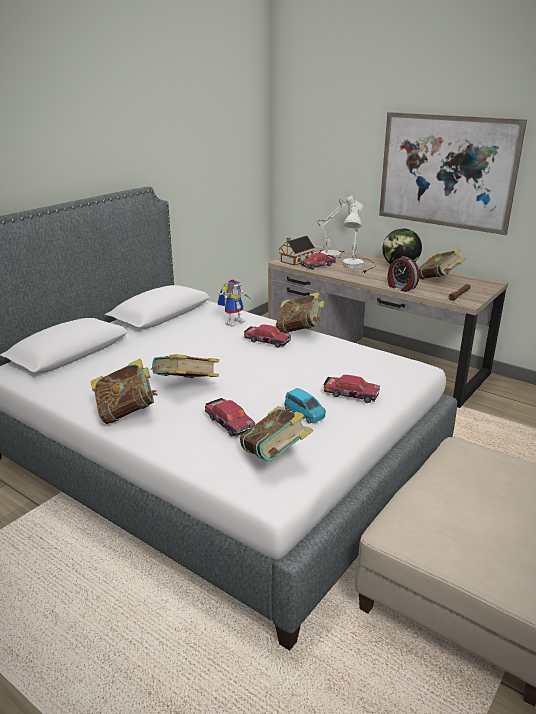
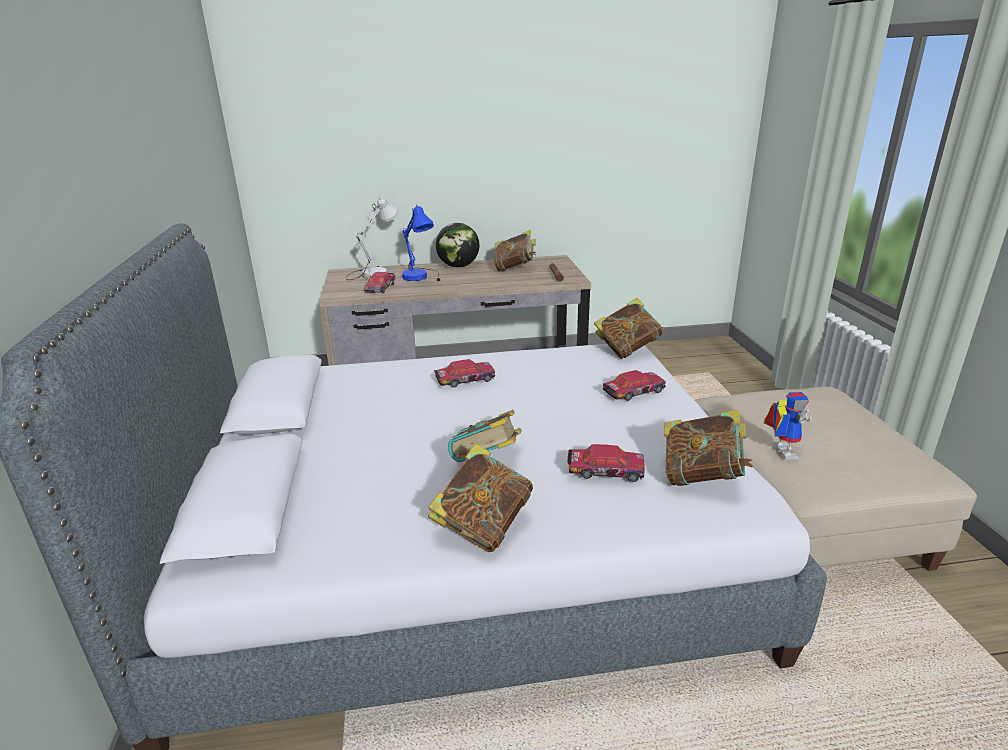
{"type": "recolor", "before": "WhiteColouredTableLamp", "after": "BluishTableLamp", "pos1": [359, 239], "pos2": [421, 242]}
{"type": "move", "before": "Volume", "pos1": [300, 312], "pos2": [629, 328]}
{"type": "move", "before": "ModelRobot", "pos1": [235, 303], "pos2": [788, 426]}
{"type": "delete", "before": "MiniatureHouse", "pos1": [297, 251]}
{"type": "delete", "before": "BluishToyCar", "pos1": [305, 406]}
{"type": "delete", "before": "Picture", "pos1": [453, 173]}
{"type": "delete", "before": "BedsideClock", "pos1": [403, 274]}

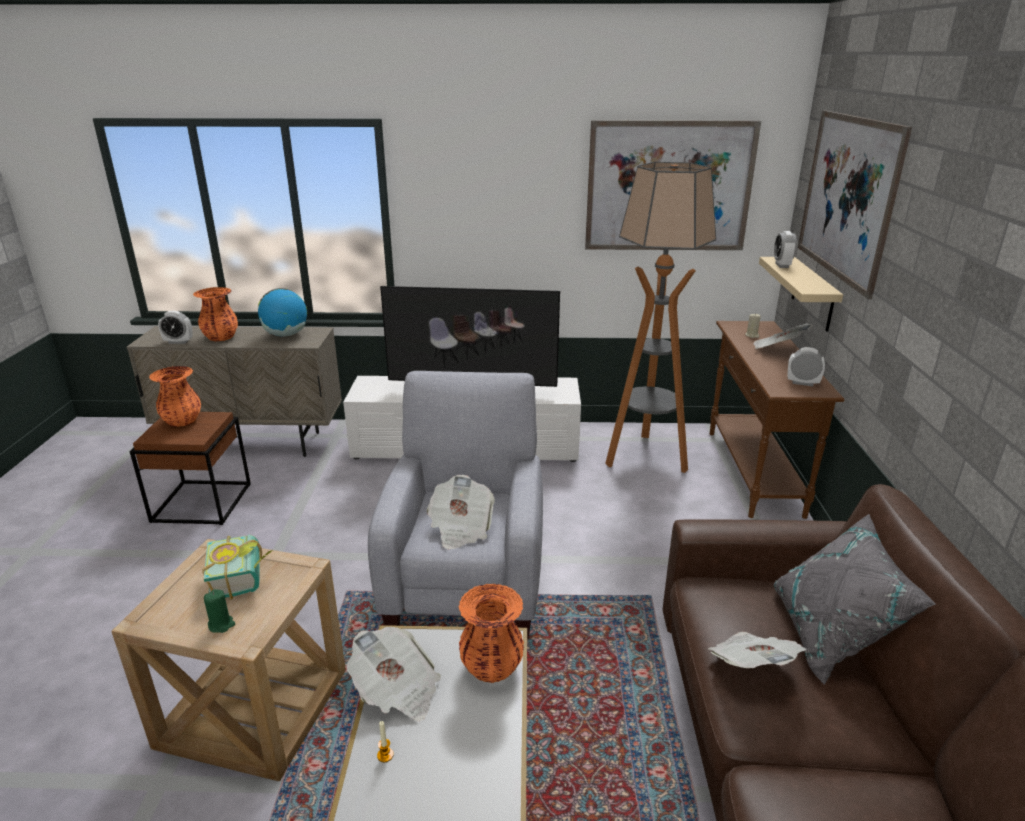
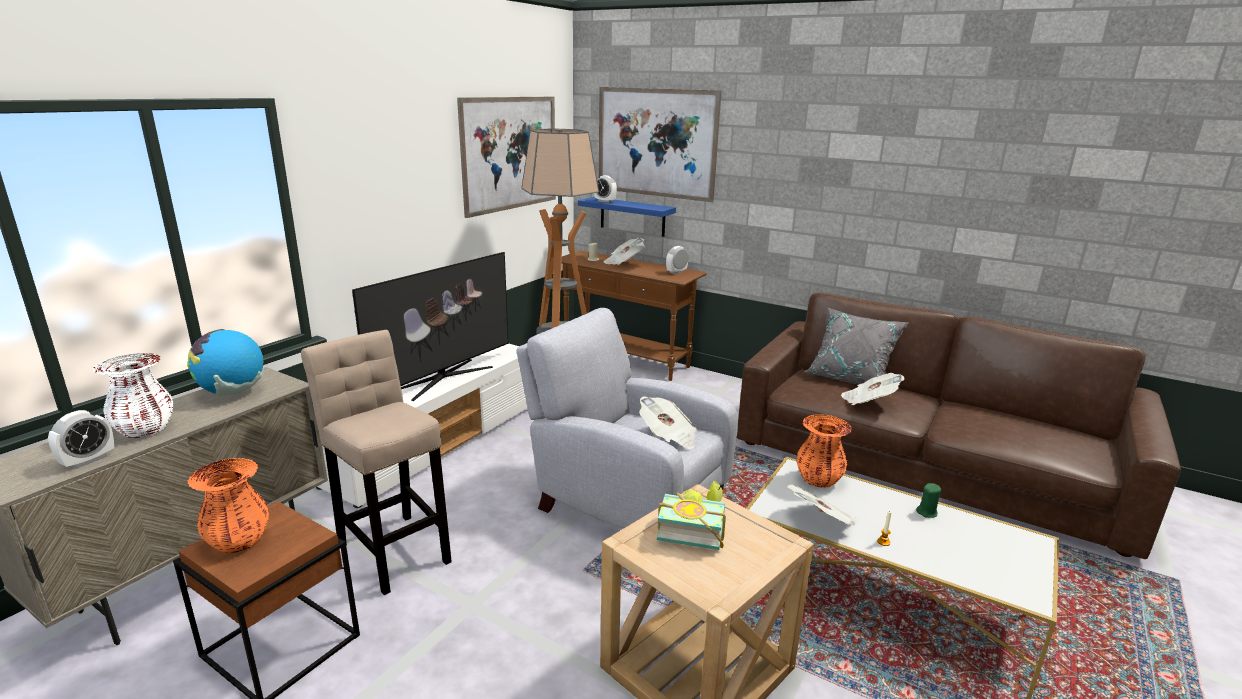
{"type": "recolor", "before": "OrangeyFlowerVase", "after": "WhiteColouredFlowerVase", "pos1": [215, 314], "pos2": [133, 395]}
{"type": "insert", "after": "BeigeStool", "pos2": [376, 462]}
{"type": "recolor", "before": "BeigeShelf", "after": "BluishShelf", "pos1": [801, 294], "pos2": [627, 217]}
{"type": "move", "before": "GreenWaxLight", "pos1": [219, 611], "pos2": [928, 500]}

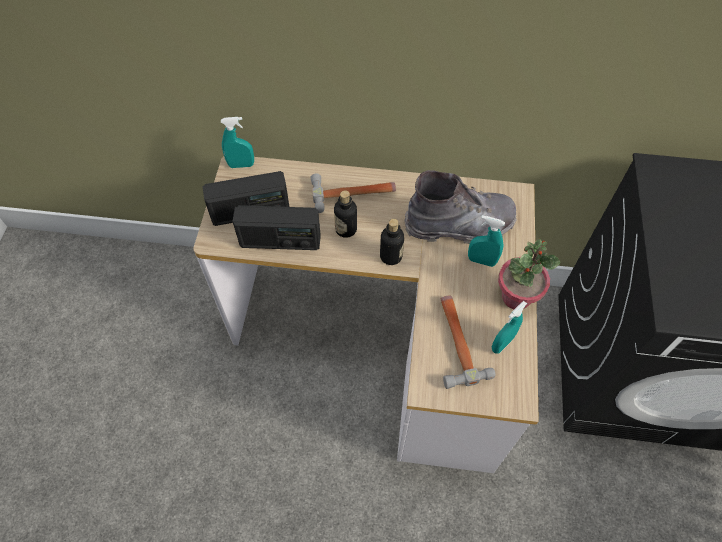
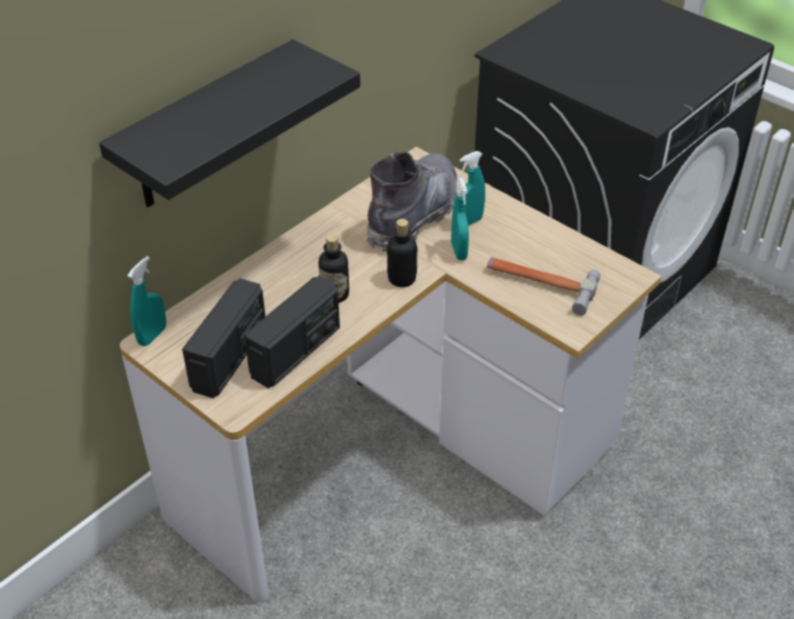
{"type": "insert", "after": "BlackColouredShelf", "pos2": [229, 123]}
{"type": "move", "before": "TurquoiseHandSprayer", "pos1": [509, 327], "pos2": [460, 219]}
{"type": "delete", "before": "Hammer", "pos1": [353, 193]}
{"type": "delete", "before": "PlantInAPot", "pos1": [529, 273]}

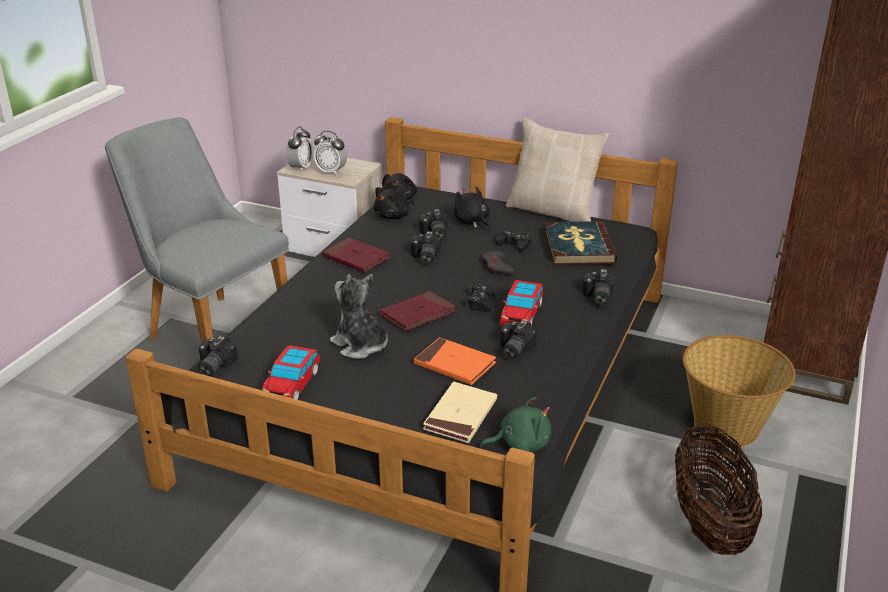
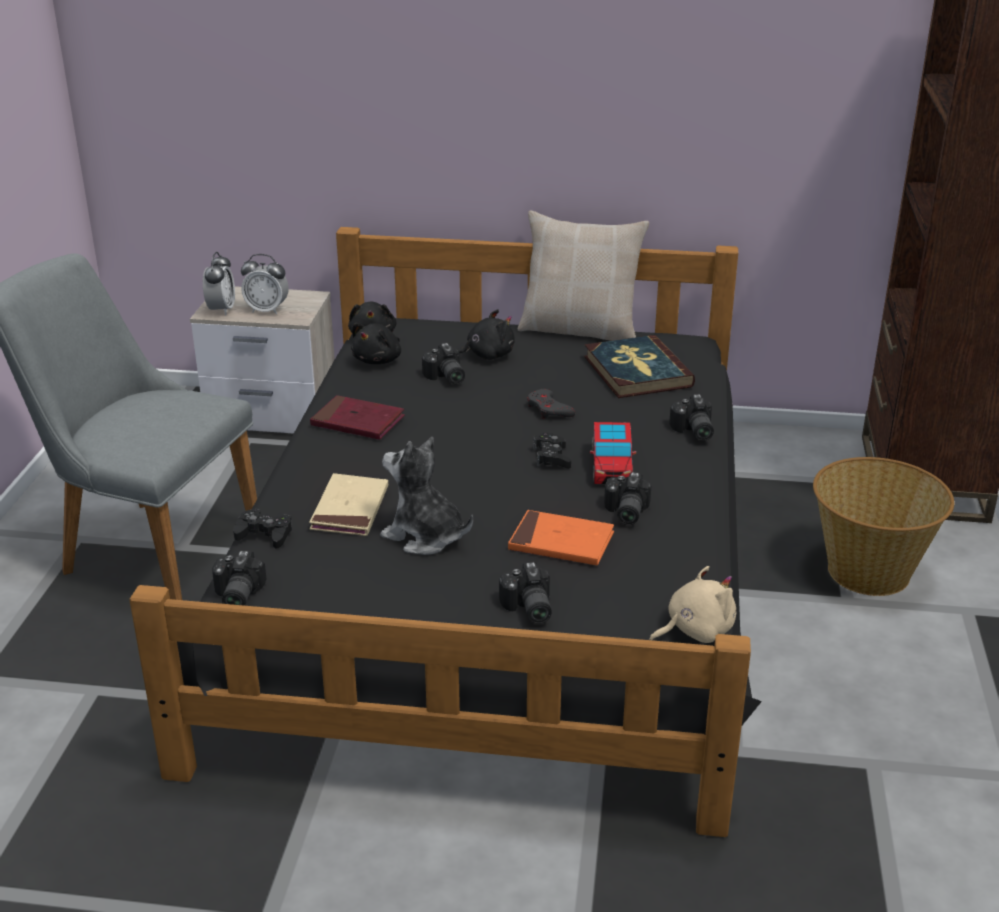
{"type": "move", "before": "BlackColouredGameController", "pos1": [514, 241], "pos2": [262, 528]}
{"type": "move", "before": "BeigeVolume", "pos1": [460, 412], "pos2": [348, 504]}
{"type": "rotate", "before": "BlackColouredPlushToy", "pos1": [472, 208], "pos2": [486, 334], "turn": 120}
{"type": "move", "before": "PhotoCamera", "pos1": [426, 247], "pos2": [525, 593]}
{"type": "recolor", "before": "GreenPlushToy", "after": "BeigePlushToy", "pos1": [515, 424], "pos2": [692, 604]}
{"type": "delete", "before": "ToyCar", "pos1": [291, 372]}
{"type": "delete", "before": "RedColouredVolume", "pos1": [418, 311]}
{"type": "delete", "before": "HouseholdBasket", "pos1": [718, 489]}

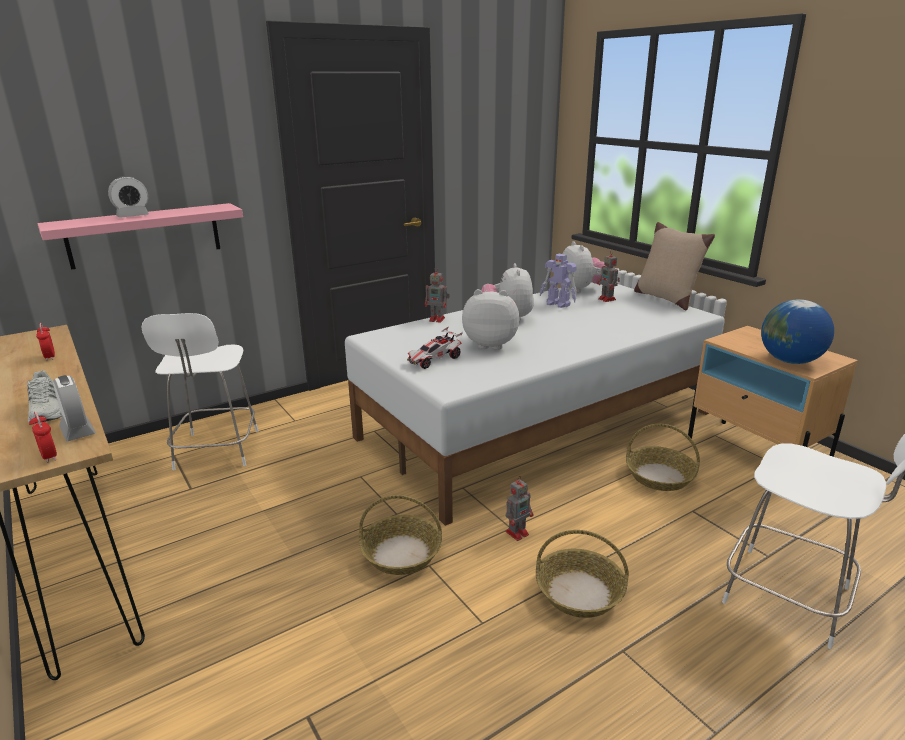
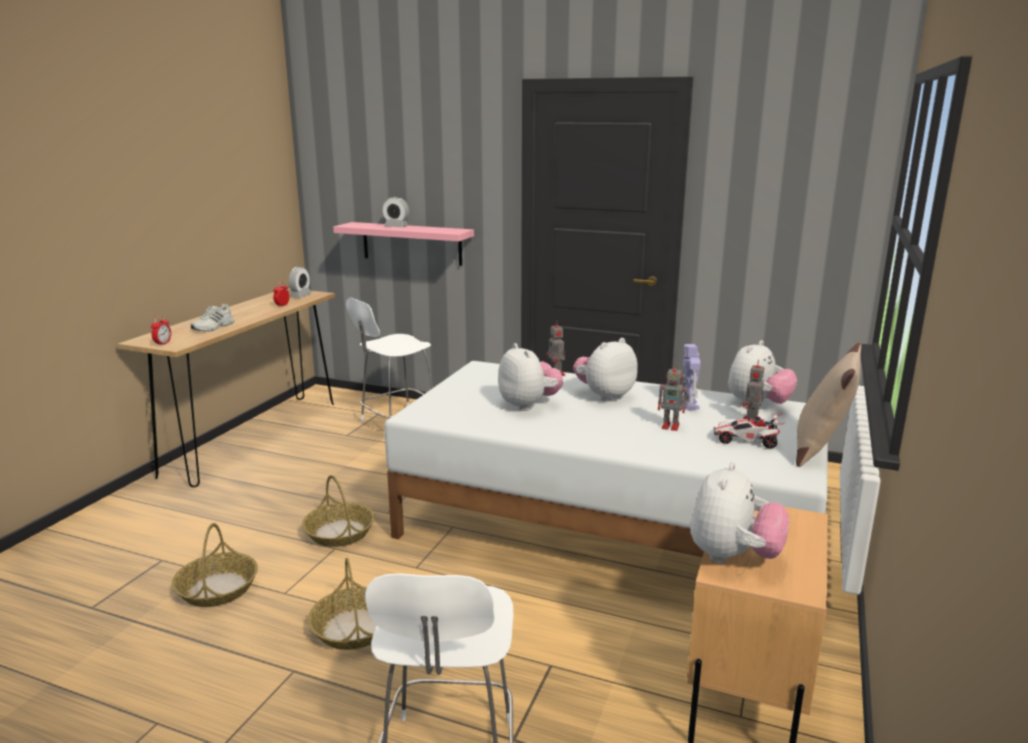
{"type": "move", "before": "HouseholdBasket", "pos1": [663, 457], "pos2": [215, 565]}
{"type": "move", "before": "BedsideClock", "pos1": [74, 408], "pos2": [300, 282]}
{"type": "move", "before": "ModelRobot", "pos1": [519, 508], "pos2": [673, 397]}
{"type": "replace", "before": "DeskGlobe", "after": "PlushToy", "pos1": [797, 331], "pos2": [739, 512]}
{"type": "move", "before": "ToyCar", "pos1": [435, 348], "pos2": [749, 430]}

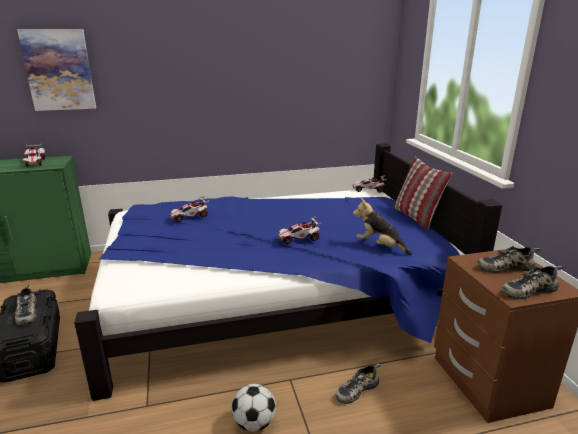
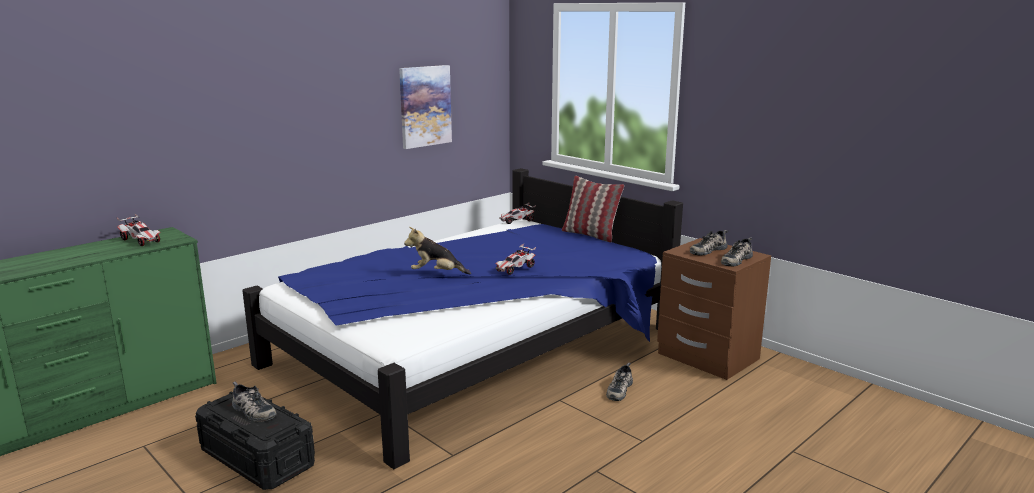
{"type": "move", "before": "Picture", "pos1": [56, 70], "pos2": [425, 107]}
{"type": "move", "before": "PlushToy", "pos1": [383, 226], "pos2": [437, 250]}
{"type": "delete", "before": "ToyCar", "pos1": [189, 209]}
{"type": "delete", "before": "FootballBall", "pos1": [254, 408]}

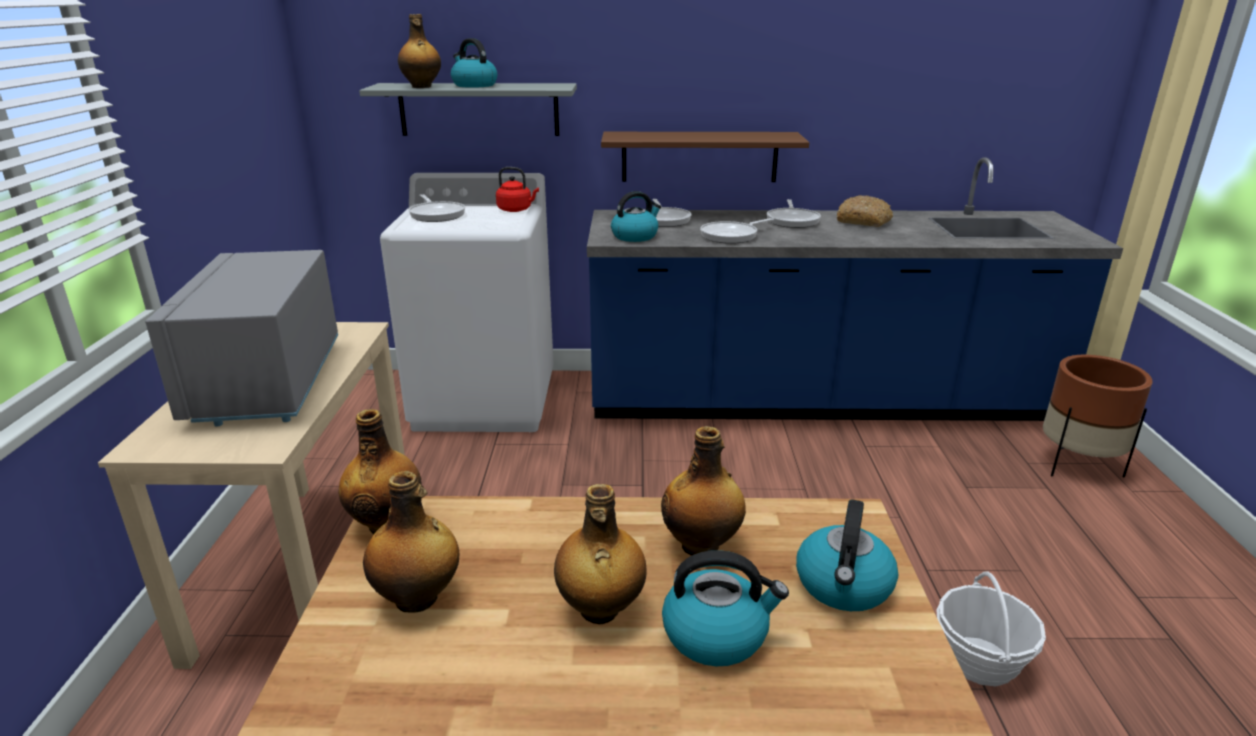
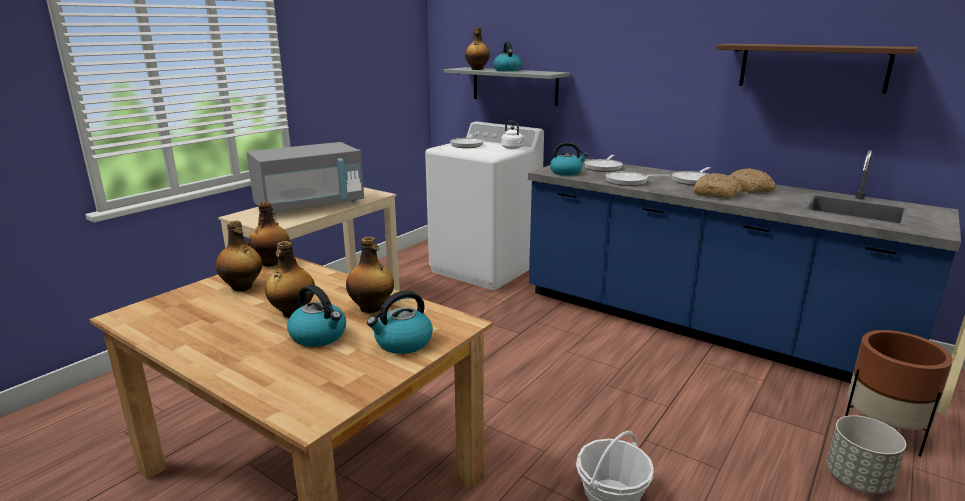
{"type": "rotate", "before": "GreyMicrowaveOven", "pos1": [241, 338], "pos2": [305, 178], "turn": -150}
{"type": "recolor", "before": "RedColouredKettle", "after": "WhiteColouredKettle", "pos1": [517, 189], "pos2": [513, 134]}
{"type": "insert", "after": "BakeryBread", "pos2": [717, 186]}
{"type": "move", "before": "BrownShelf", "pos1": [705, 157], "pos2": [817, 69]}
{"type": "insert", "after": "GreyFlowerPot", "pos2": [866, 454]}

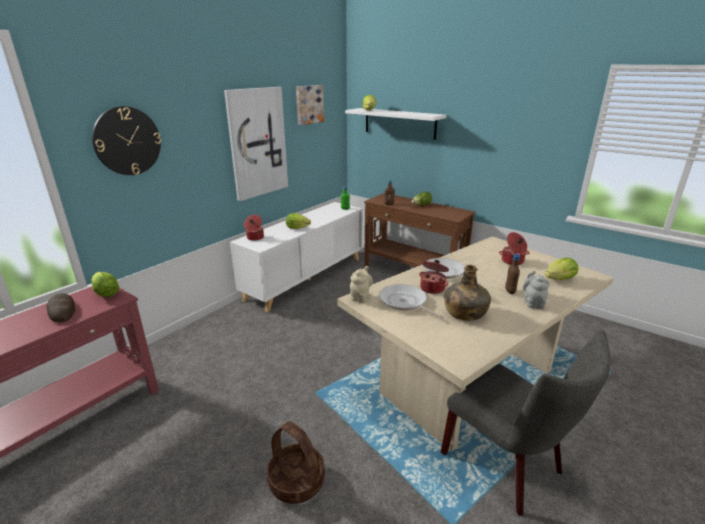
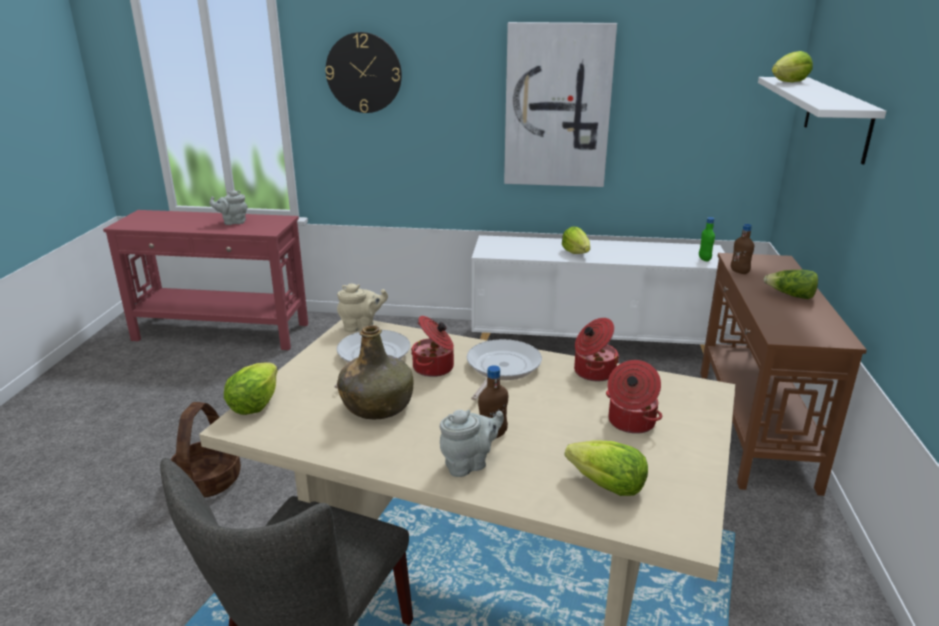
{"type": "replace", "before": "BakeryBread", "after": "GreyPotForTea", "pos1": [60, 307], "pos2": [229, 207]}
{"type": "move", "before": "LettuceHead", "pos1": [106, 284], "pos2": [251, 388]}
{"type": "move", "before": "Stockpot", "pos1": [254, 228], "pos2": [596, 349]}
{"type": "delete", "before": "Picture", "pos1": [310, 105]}

